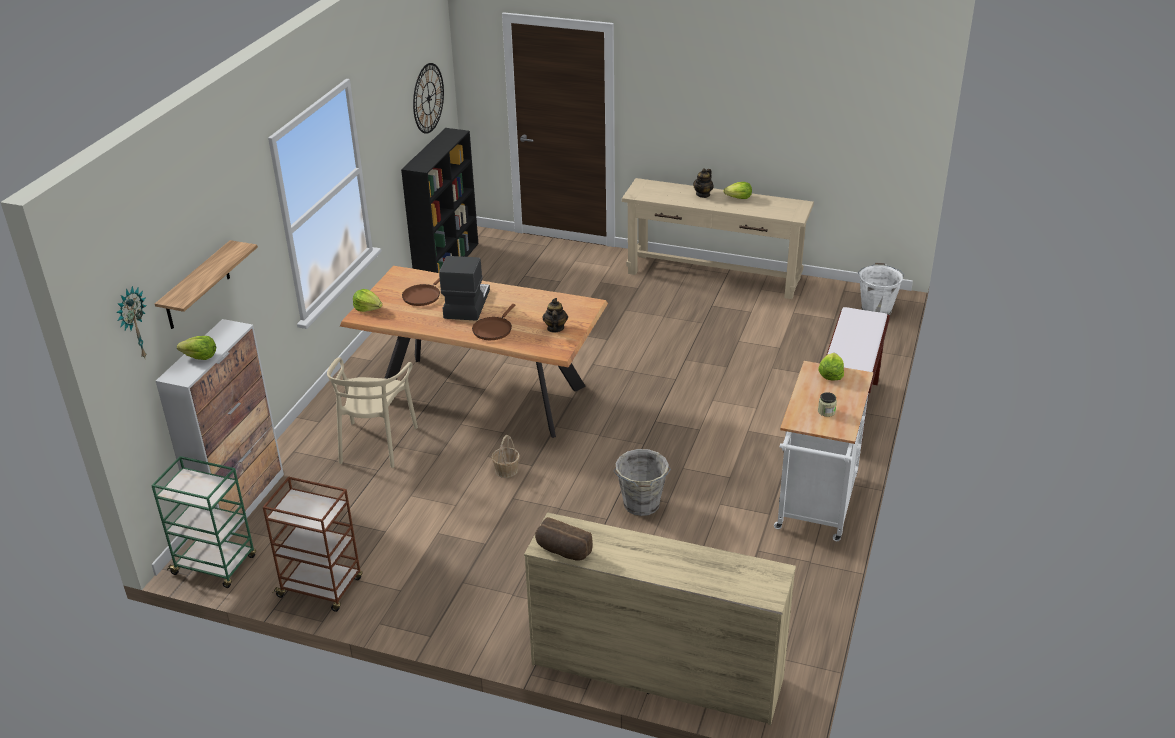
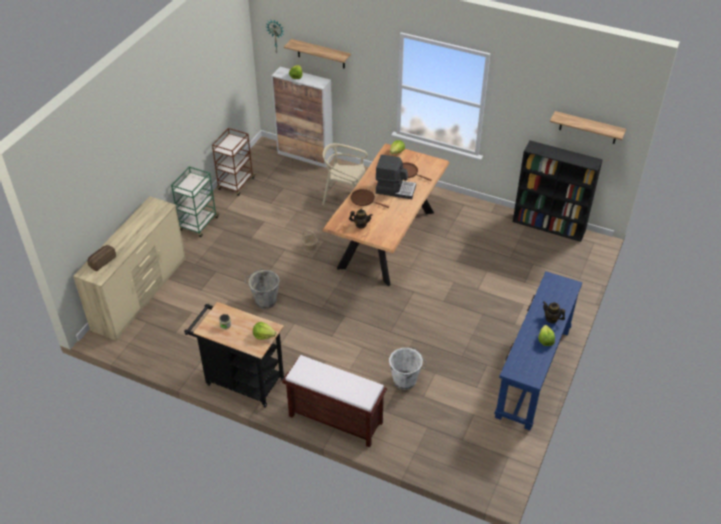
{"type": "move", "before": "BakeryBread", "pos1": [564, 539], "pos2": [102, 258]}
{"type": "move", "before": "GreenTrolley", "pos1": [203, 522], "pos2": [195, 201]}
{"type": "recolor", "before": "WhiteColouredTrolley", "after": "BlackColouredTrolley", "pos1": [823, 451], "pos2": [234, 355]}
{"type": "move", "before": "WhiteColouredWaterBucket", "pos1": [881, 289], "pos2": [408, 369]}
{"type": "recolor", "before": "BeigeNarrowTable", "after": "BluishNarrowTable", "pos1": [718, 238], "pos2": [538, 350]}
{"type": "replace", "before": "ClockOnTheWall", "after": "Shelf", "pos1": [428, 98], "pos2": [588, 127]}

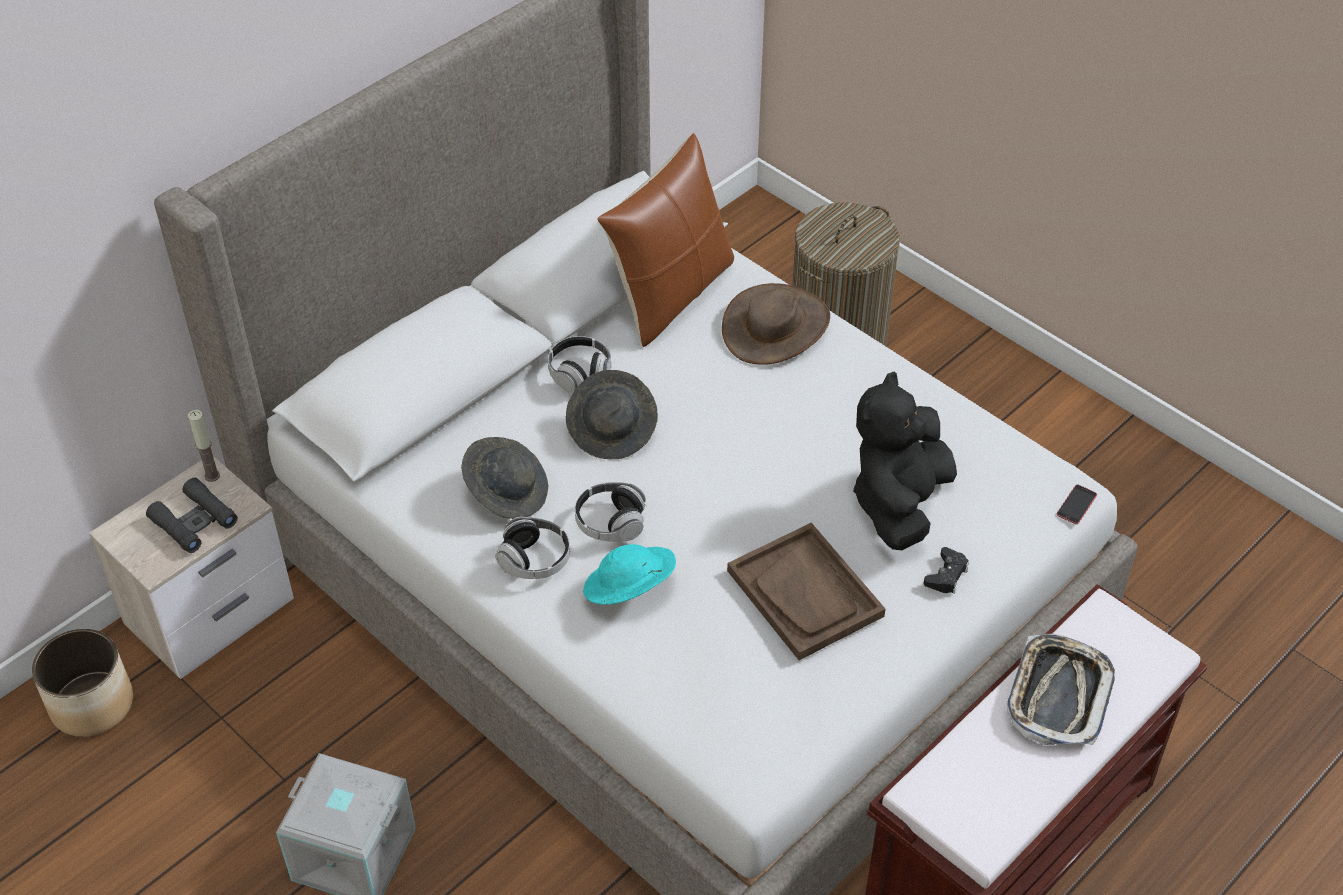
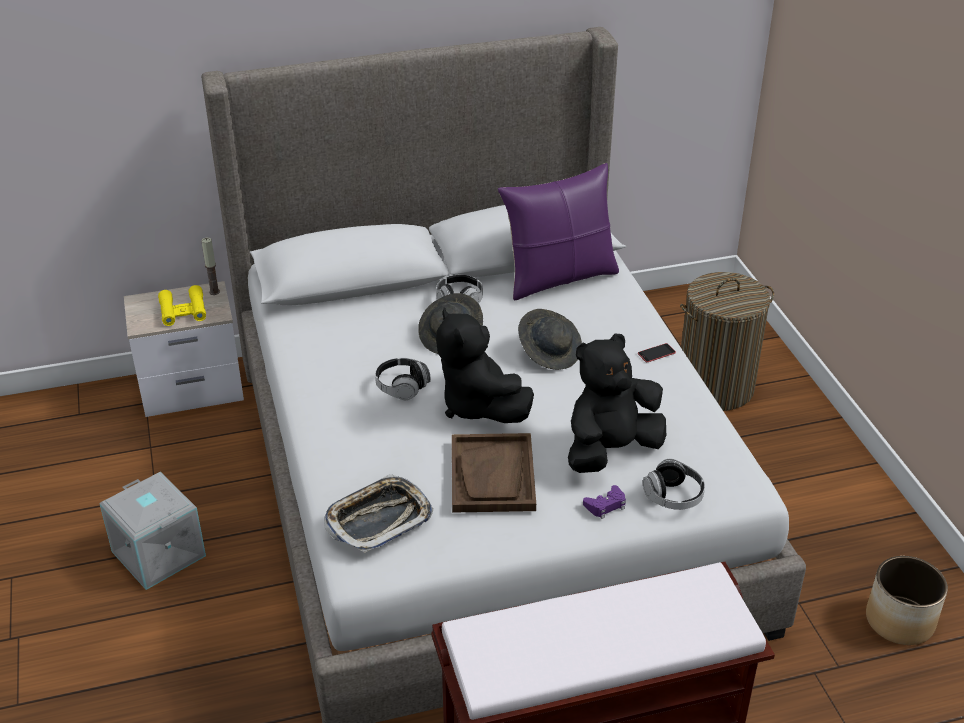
{"type": "recolor", "before": "BlackColouredPairOfBinoculars", "after": "YellowishPairOfBinoculars", "pos1": [192, 515], "pos2": [182, 305]}
{"type": "move", "before": "CarryingTray", "pos1": [1061, 689], "pos2": [378, 513]}
{"type": "insert", "after": "BlackColouredPlushToy", "pos2": [485, 365]}
{"type": "recolor", "before": "BrownCushion", "after": "PurpleColouredCushion", "pos1": [665, 240], "pos2": [558, 231]}
{"type": "move", "before": "GreyWearableHat", "pos1": [504, 478], "pos2": [550, 339]}
{"type": "recolor", "before": "BlackColouredGameController", "after": "PurpleColouredGameController", "pos1": [946, 570], "pos2": [604, 502]}
{"type": "move", "before": "Handset", "pos1": [1077, 504], "pos2": [657, 352]}
{"type": "move", "before": "PairOfHeadphones", "pos1": [533, 548], "pos2": [674, 484]}
{"type": "move", "before": "FlowerPot", "pos1": [82, 683], "pos2": [907, 600]}
{"type": "delete", "before": "TurquoiseWearableHat", "pos1": [629, 574]}
{"type": "delete", "before": "BrownWearableHat", "pos1": [776, 324]}

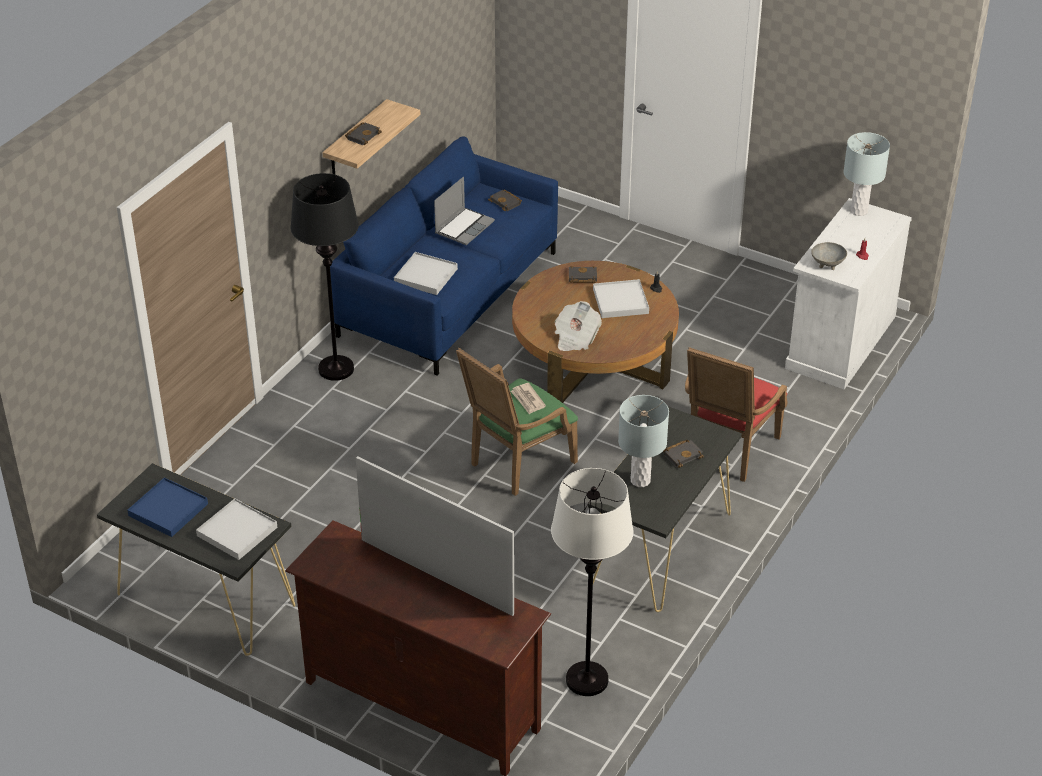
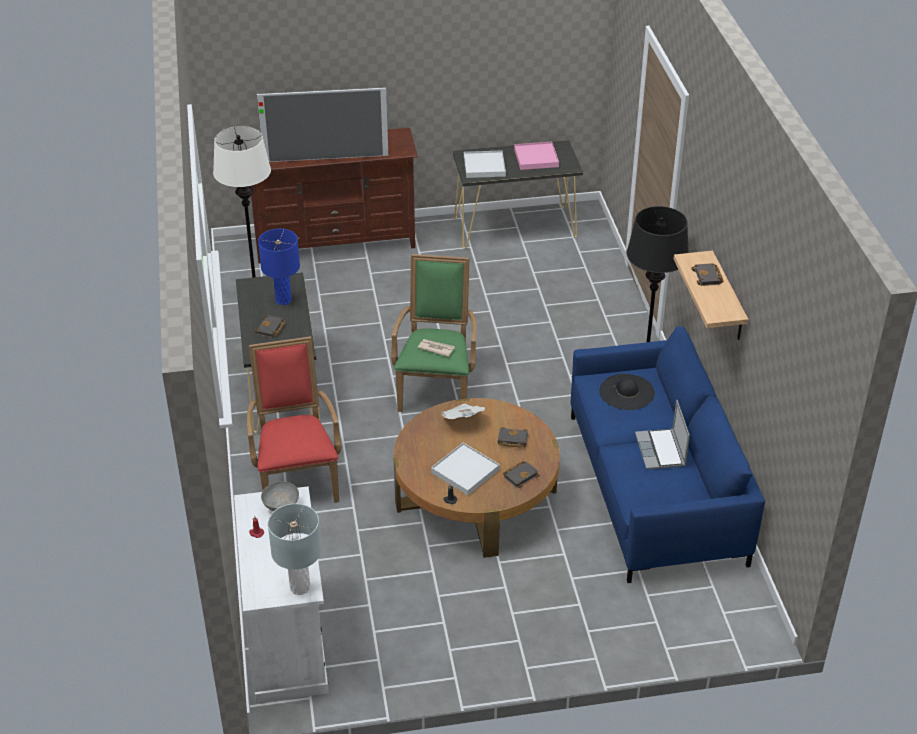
{"type": "recolor", "before": "GreyTableLamp", "after": "BluishTableLamp", "pos1": [643, 441], "pos2": [279, 267]}
{"type": "move", "before": "BlackColouredVolume", "pos1": [505, 200], "pos2": [513, 437]}
{"type": "recolor", "before": "BluishCarryingTray", "after": "PinkCarryingTray", "pos1": [167, 507], "pos2": [536, 156]}
{"type": "replace", "before": "WhiteColouredCarryingTray", "after": "BlackColouredWearableHat", "pos1": [426, 273], "pos2": [627, 392]}

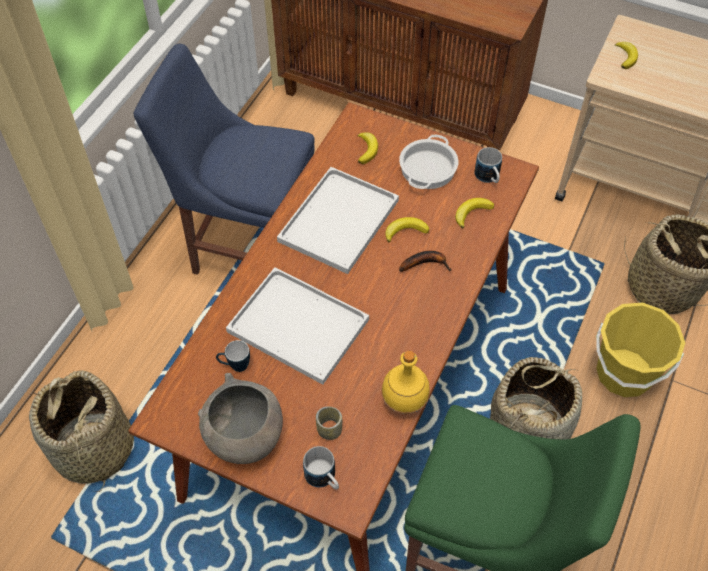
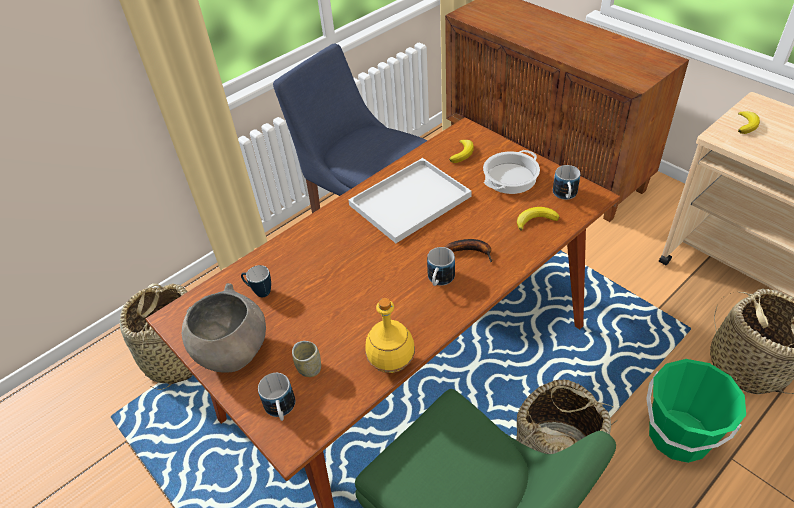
{"type": "insert", "after": "CoffeeMug", "pos2": [441, 266]}
{"type": "recolor", "before": "YellowishWaterBucket", "after": "GreenWaterBucket", "pos1": [640, 350], "pos2": [696, 411]}
{"type": "delete", "before": "WhiteColouredCarryingTray", "pos1": [297, 326]}
{"type": "delete", "before": "BananaFruit", "pos1": [407, 230]}

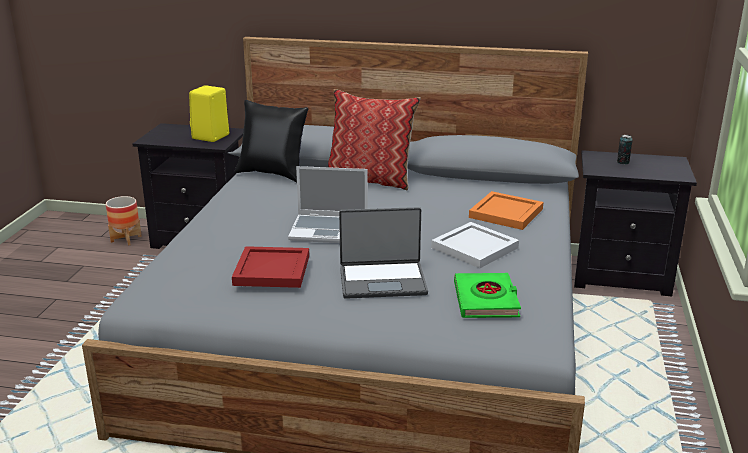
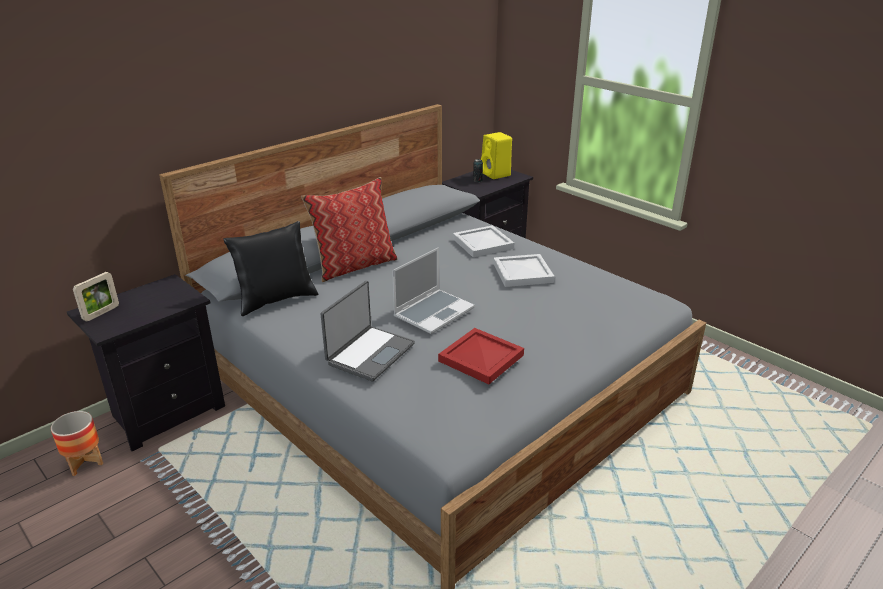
{"type": "insert", "after": "StandingFrame", "pos2": [96, 296]}
{"type": "move", "before": "Laptop", "pos1": [383, 253], "pos2": [368, 331]}
{"type": "recolor", "before": "OrangeyCarryingTray", "after": "WhiteColouredCarryingTray", "pos1": [506, 210], "pos2": [483, 241]}
{"type": "move", "before": "YellowishLoudspeaker", "pos1": [209, 113], "pos2": [496, 155]}
{"type": "delete", "before": "GreenVolume", "pos1": [487, 295]}

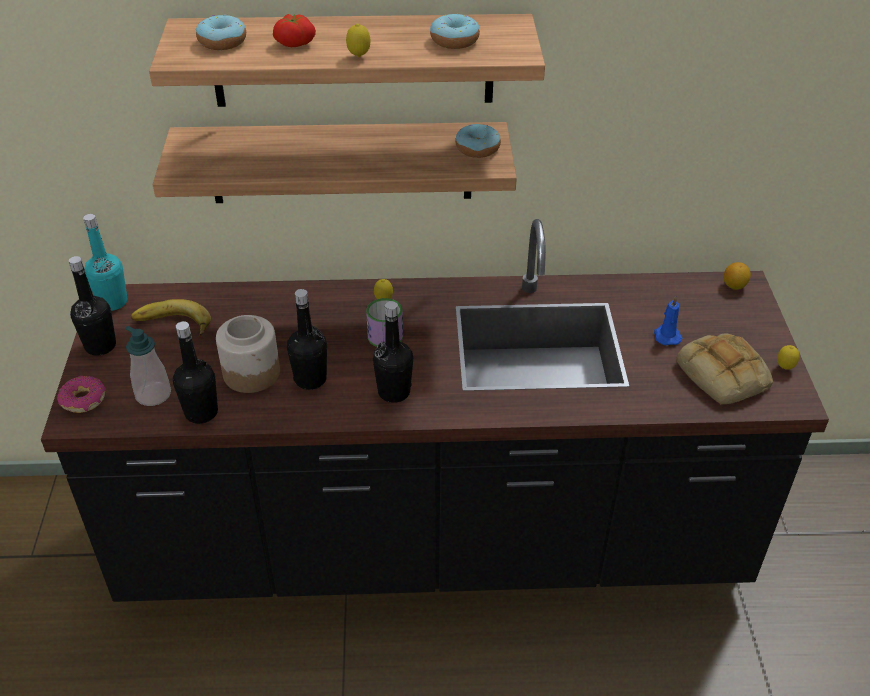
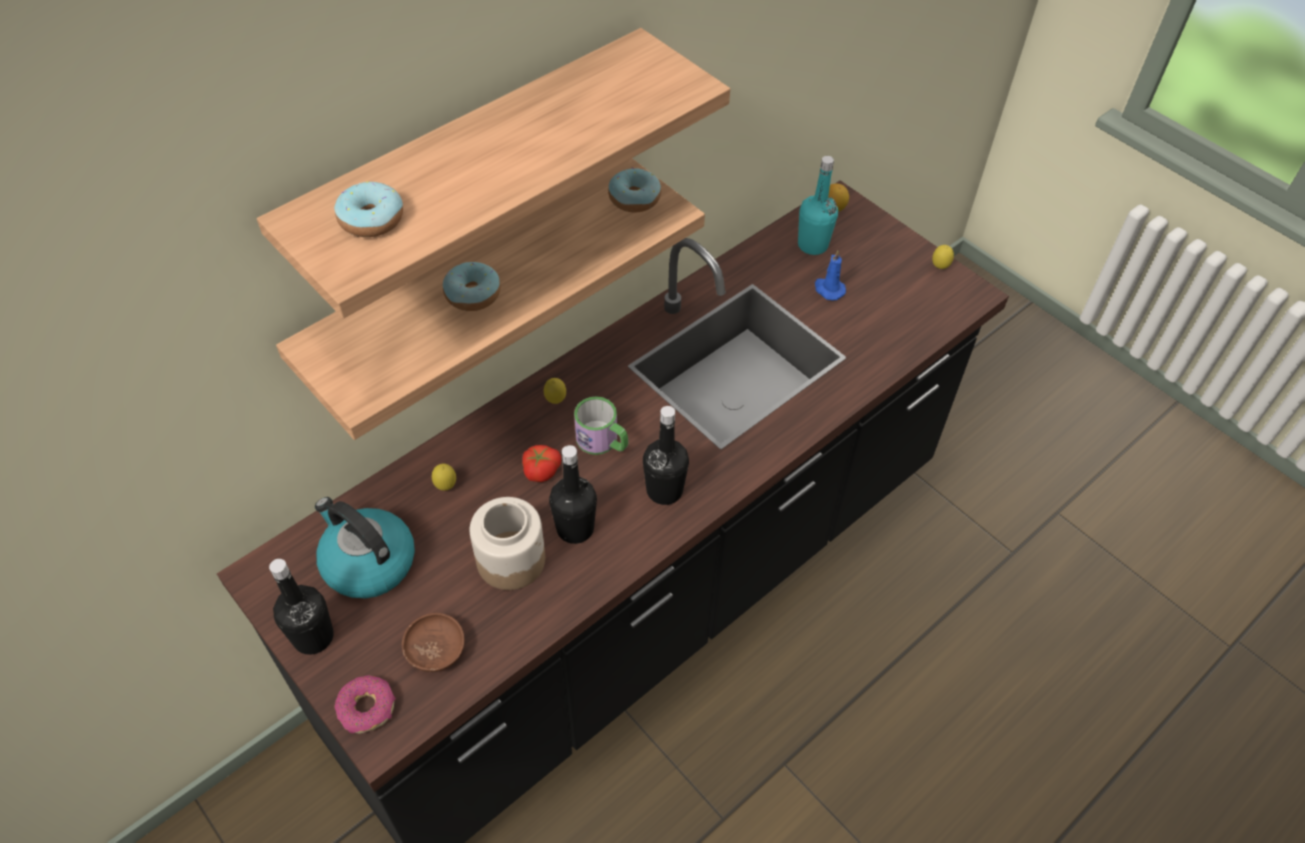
{"type": "replace", "before": "BananaFruit", "after": "Kettle", "pos1": [171, 317], "pos2": [365, 547]}
{"type": "replace", "before": "LiquidSoapBottle", "after": "BrownDeepDish", "pos1": [148, 366], "pos2": [433, 642]}
{"type": "move", "before": "WholeLemon", "pos1": [358, 40], "pos2": [444, 477]}
{"type": "move", "before": "Donut", "pos1": [455, 31], "pos2": [472, 286]}
{"type": "move", "before": "WholeTomato", "pos1": [294, 30], "pos2": [541, 463]}
{"type": "move", "before": "TurquoiseBeverageBottle", "pos1": [105, 262], "pos2": [818, 205]}
{"type": "delete", "before": "BlackColouredBeverageBottle", "pos1": [195, 372]}
{"type": "delete", "before": "BakeryBread", "pos1": [725, 369]}

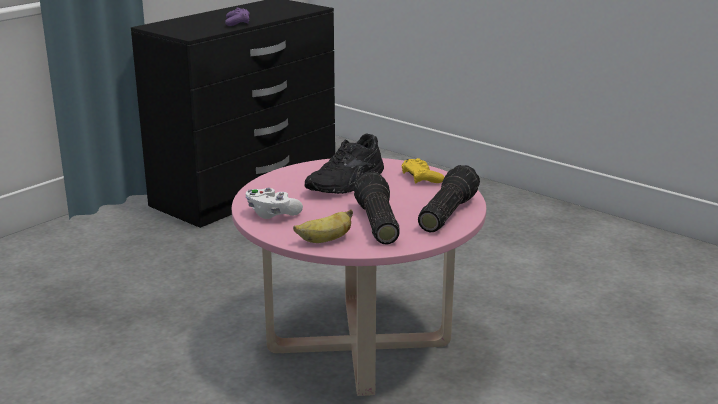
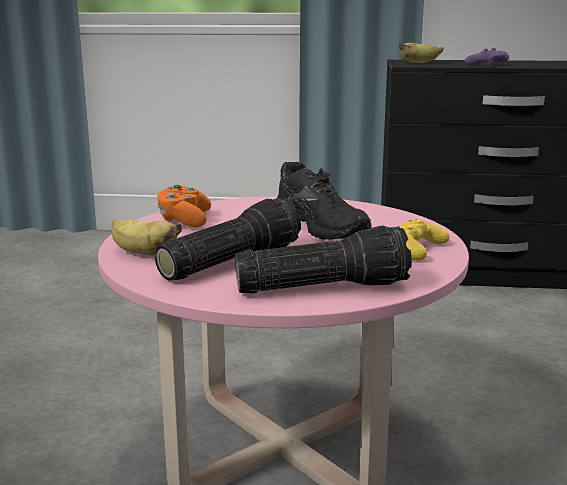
{"type": "recolor", "before": "WhiteColouredGameController", "after": "OrangeyGameController", "pos1": [274, 203], "pos2": [184, 205]}
{"type": "rotate", "before": "BlackColouredItemOfFootwear", "pos1": [344, 163], "pos2": [324, 201], "turn": -120}
{"type": "insert", "after": "BananaFruit", "pos2": [421, 53]}

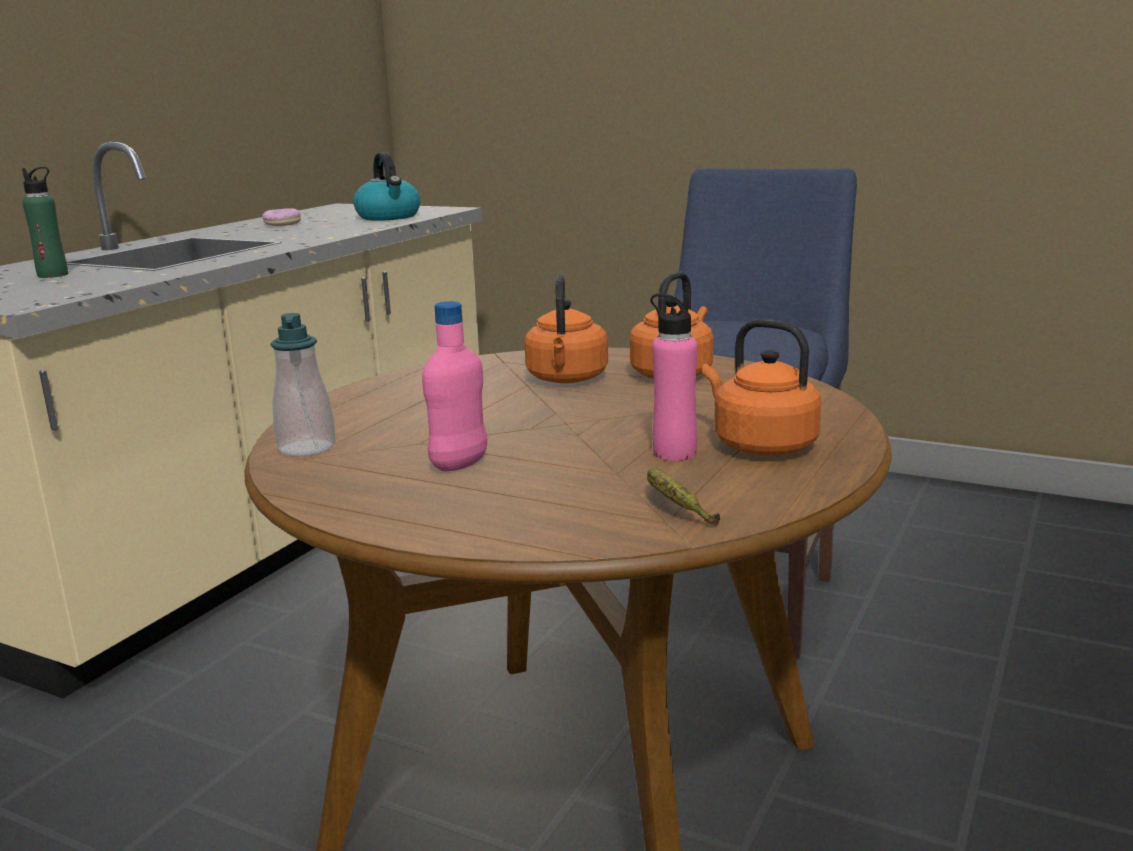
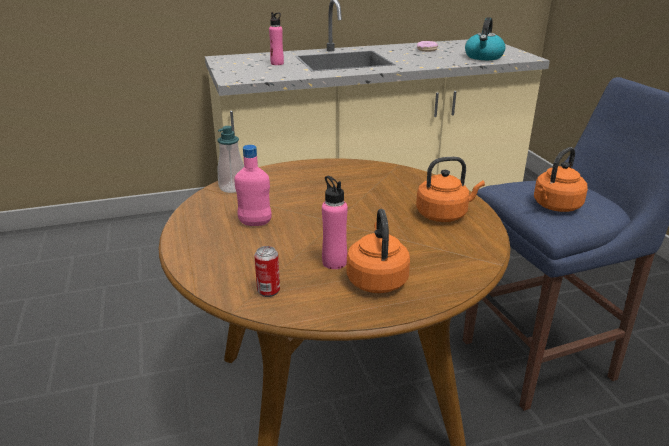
{"type": "replace", "before": "BananaFruit", "after": "SealedCan", "pos1": [683, 497], "pos2": [267, 271]}
{"type": "recolor", "before": "GreenBeverageBottle", "after": "PinkBeverageBottle", "pos1": [45, 222], "pos2": [276, 38]}
{"type": "move", "before": "OrangeyKettle", "pos1": [566, 328], "pos2": [561, 179]}

